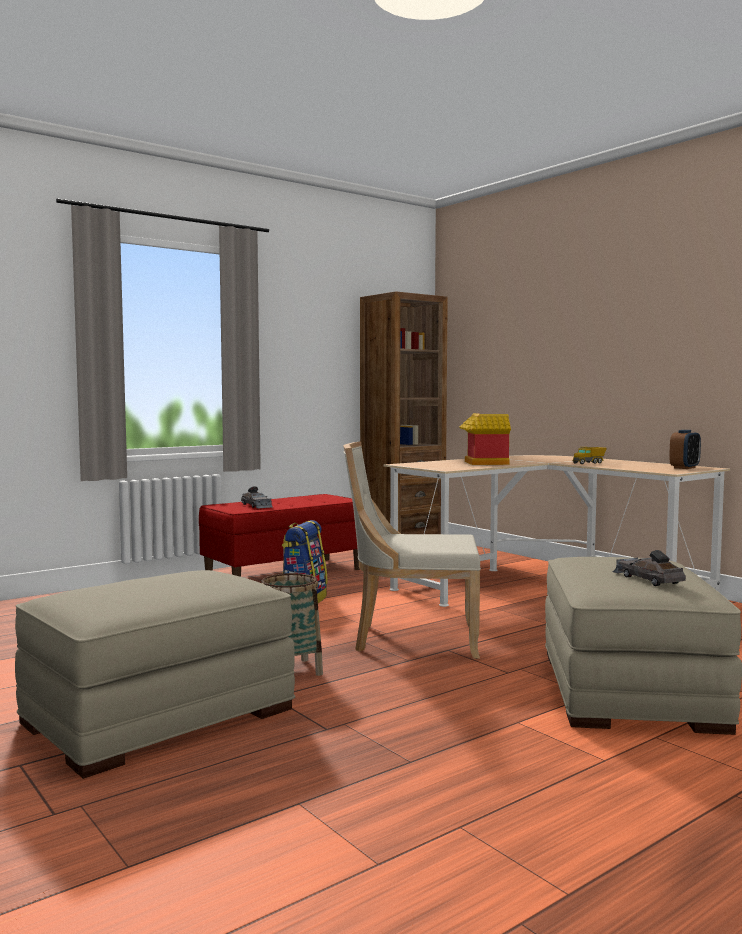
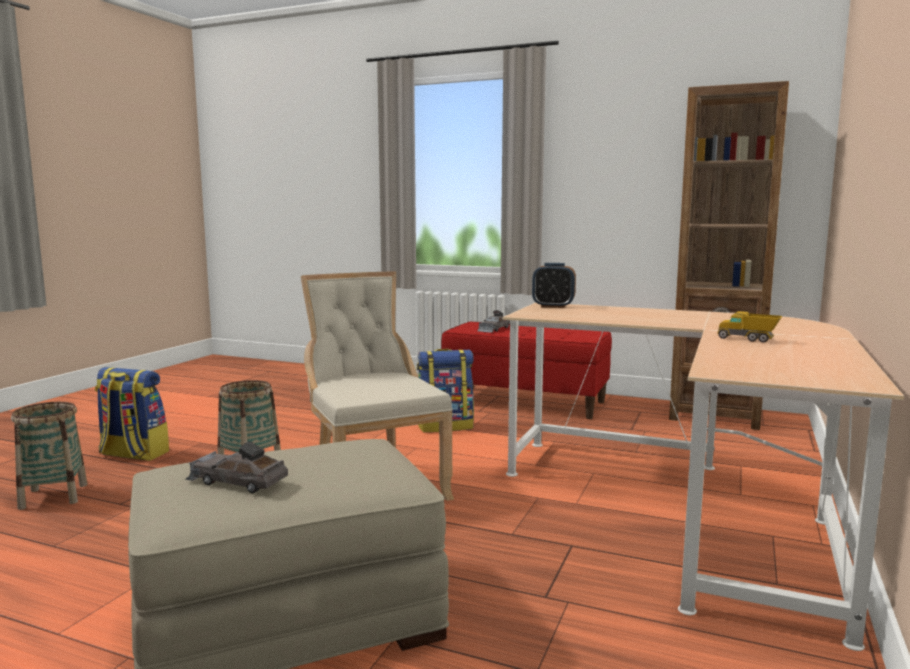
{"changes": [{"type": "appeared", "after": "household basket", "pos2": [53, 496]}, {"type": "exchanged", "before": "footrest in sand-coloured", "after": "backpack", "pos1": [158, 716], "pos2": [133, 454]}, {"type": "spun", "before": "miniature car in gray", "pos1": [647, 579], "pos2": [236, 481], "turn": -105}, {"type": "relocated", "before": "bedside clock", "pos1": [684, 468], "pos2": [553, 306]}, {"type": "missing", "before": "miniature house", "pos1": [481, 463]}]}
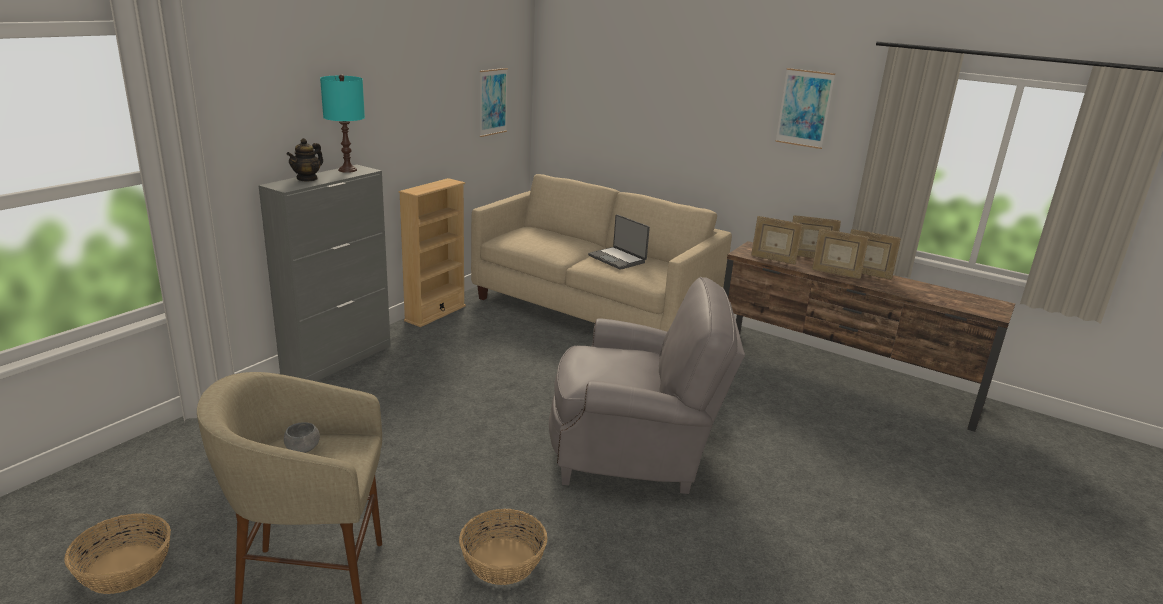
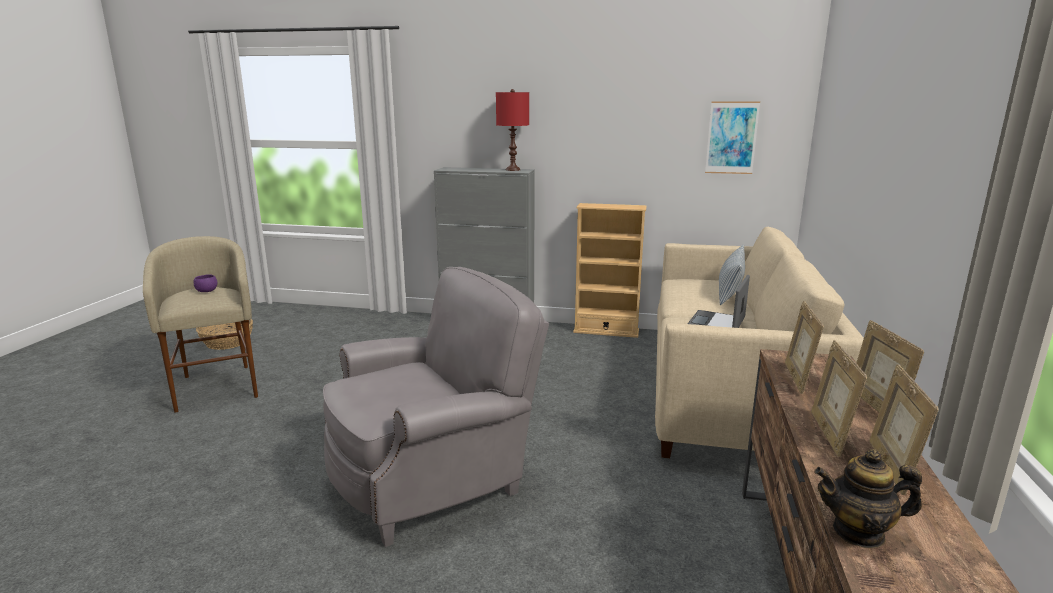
{"changes": [{"type": "colour", "before": "deep dish in gray", "after": "deep dish in purple", "pos1": [302, 449], "pos2": [207, 291]}, {"type": "spun", "before": "easy chair in gray", "pos1": [635, 452], "pos2": [433, 476], "turn": -105}, {"type": "colour", "before": "tabletop lamp in turquoise-coloured", "after": "tabletop lamp in red", "pos1": [348, 170], "pos2": [513, 170]}, {"type": "appeared", "after": "pillow", "pos2": [729, 292]}, {"type": "relocated", "before": "tea pot", "pos1": [307, 179], "pos2": [859, 532]}, {"type": "missing", "before": "household basket", "pos1": [502, 561]}, {"type": "missing", "before": "wall art", "pos1": [804, 108]}]}
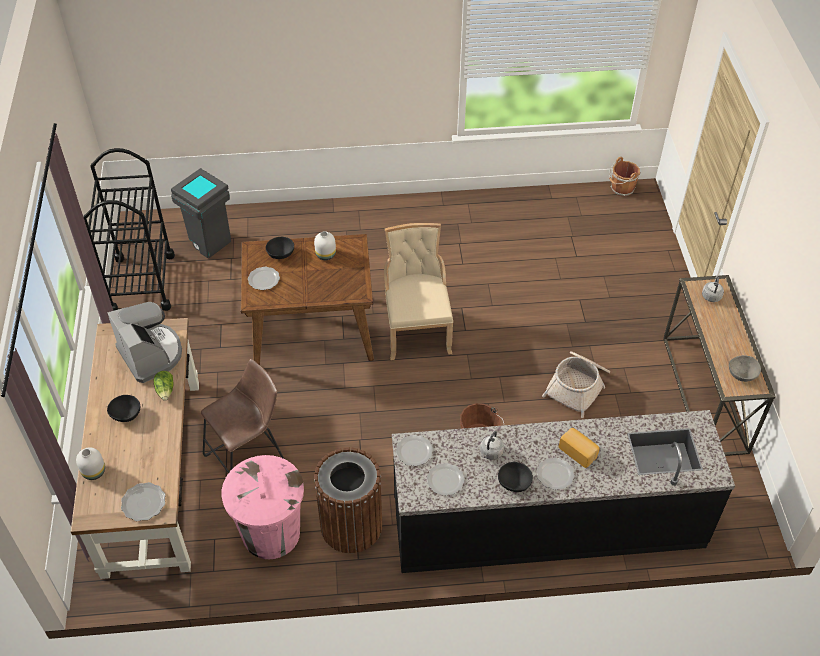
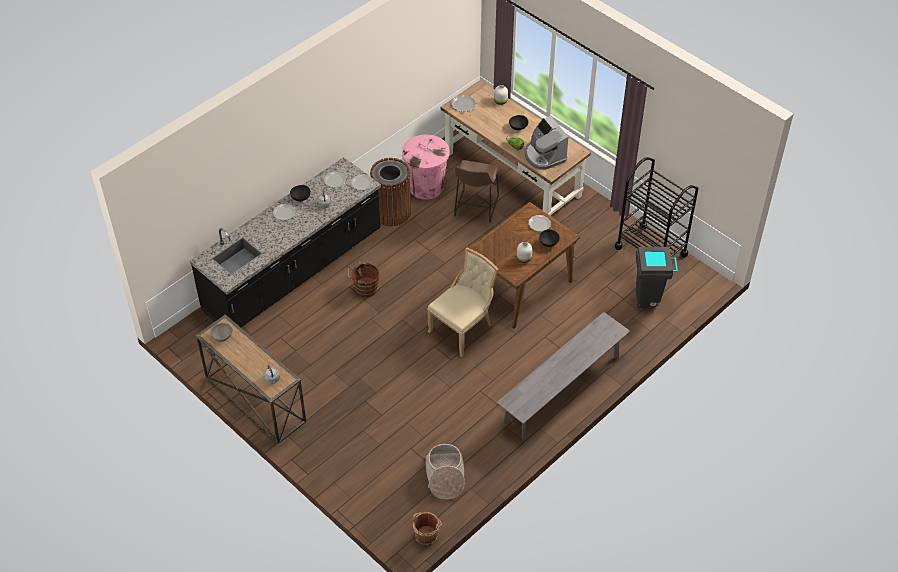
{"changes": [{"type": "relocated", "before": "household basket", "pos1": [578, 386], "pos2": [445, 476]}, {"type": "spun", "before": "upright chair in sand-coloured", "pos1": [416, 329], "pos2": [463, 328], "turn": -90}, {"type": "appeared", "after": "bench in gray", "pos2": [562, 389]}, {"type": "spun", "before": "coffee brewer", "pos1": [151, 354], "pos2": [544, 156], "turn": 45}, {"type": "missing", "before": "bakery bread", "pos1": [578, 451]}]}
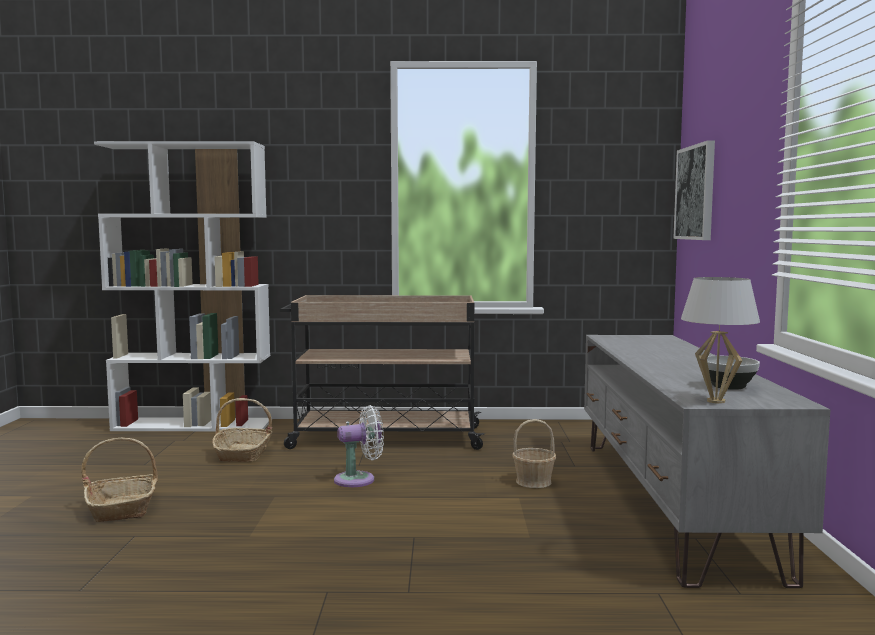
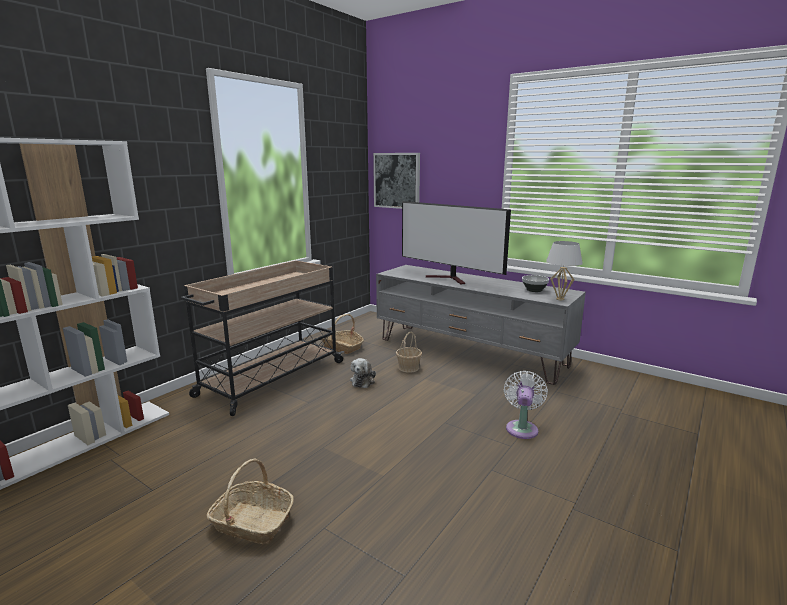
{"changes": [{"type": "relocated", "before": "household basket", "pos1": [243, 453], "pos2": [342, 347]}, {"type": "appeared", "after": "plush toy", "pos2": [363, 381]}, {"type": "appeared", "after": "television", "pos2": [450, 279]}, {"type": "relocated", "before": "cooling fan in whitish", "pos1": [359, 479], "pos2": [522, 428]}]}
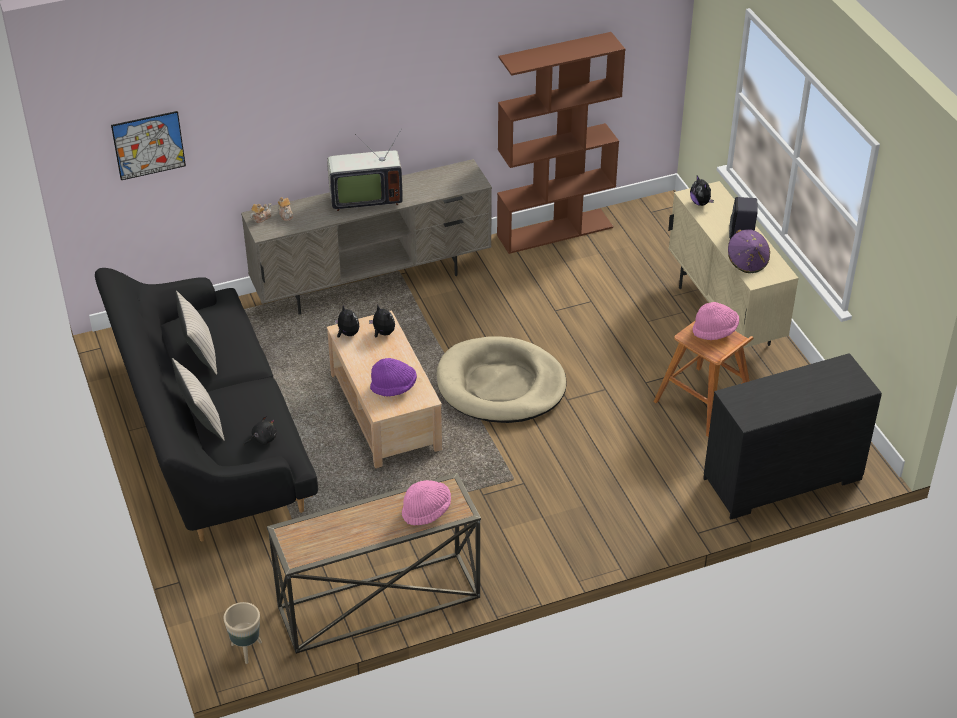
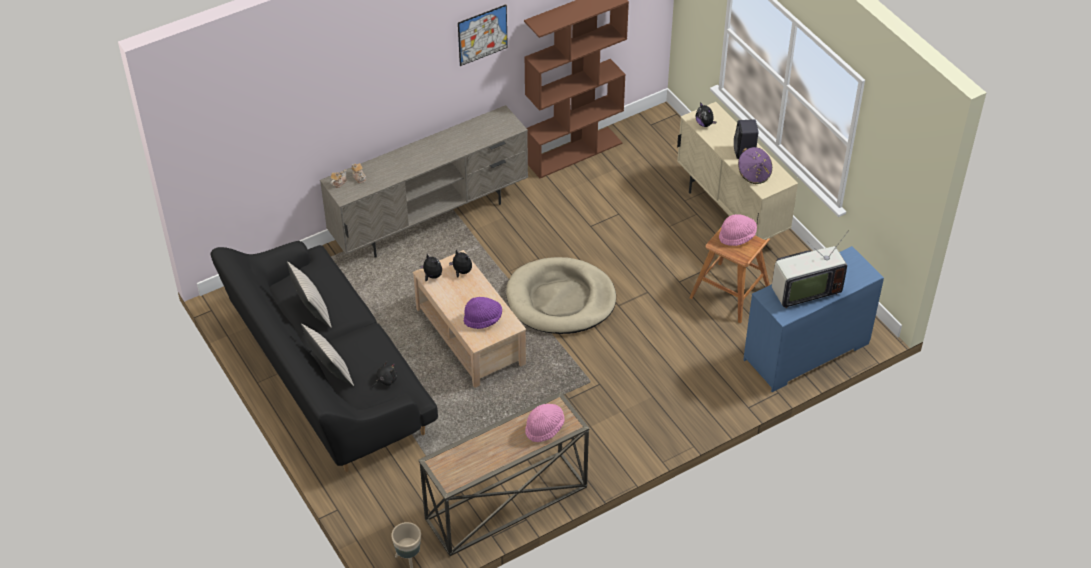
{"changes": [{"type": "relocated", "before": "wall art", "pos1": [148, 145], "pos2": [482, 35]}, {"type": "colour", "before": "chest of drawers in black", "after": "chest of drawers in blue", "pos1": [782, 480], "pos2": [806, 352]}, {"type": "relocated", "before": "television", "pos1": [364, 198], "pos2": [803, 290]}]}
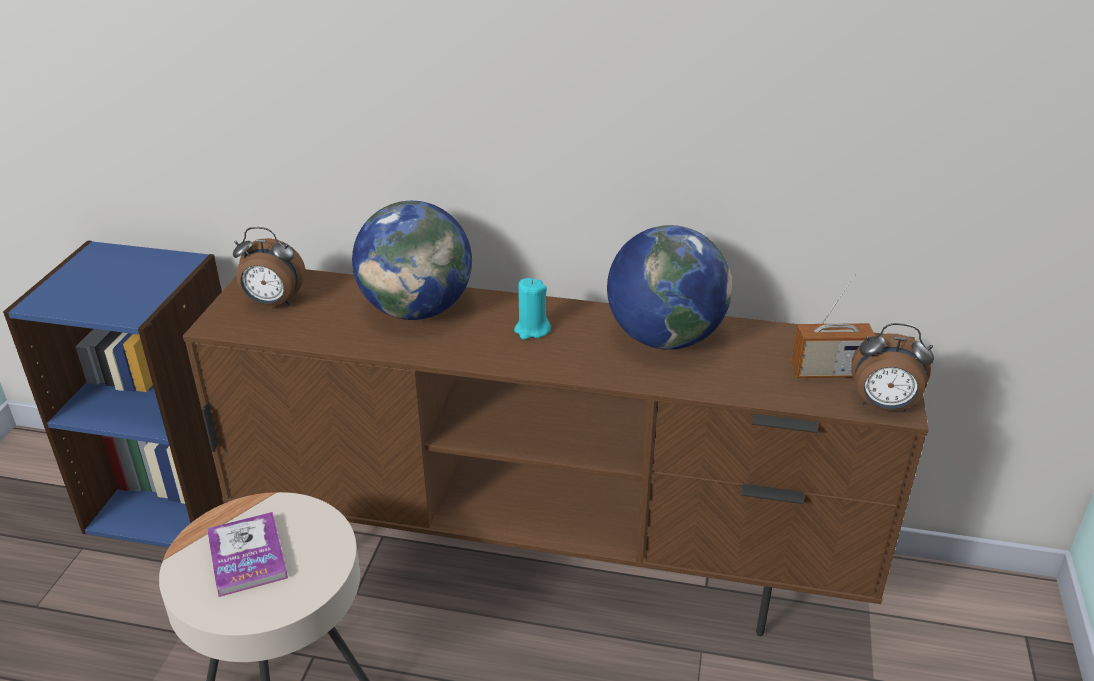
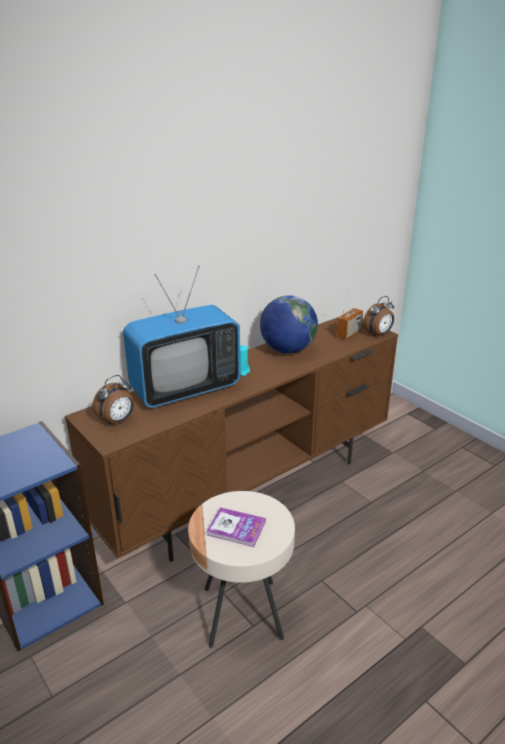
{"changes": [{"type": "exchanged", "before": "desk globe", "after": "television", "pos1": [417, 310], "pos2": [185, 389]}]}
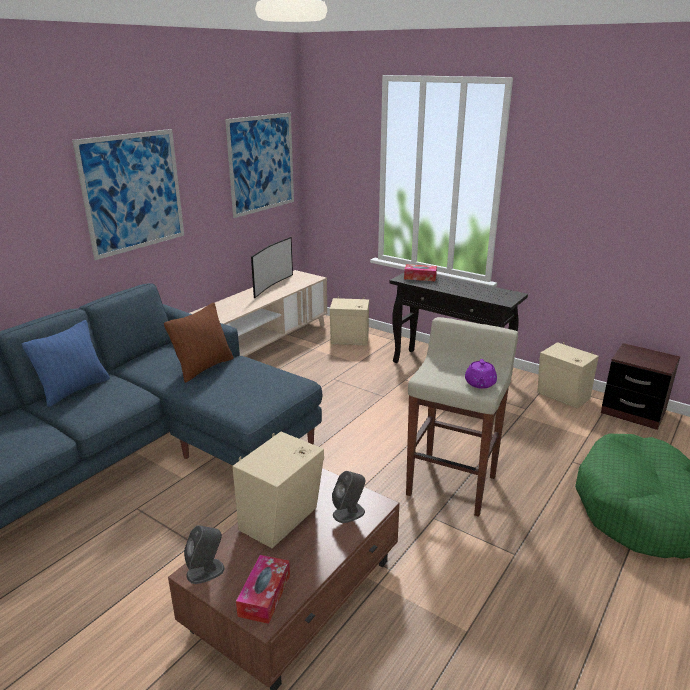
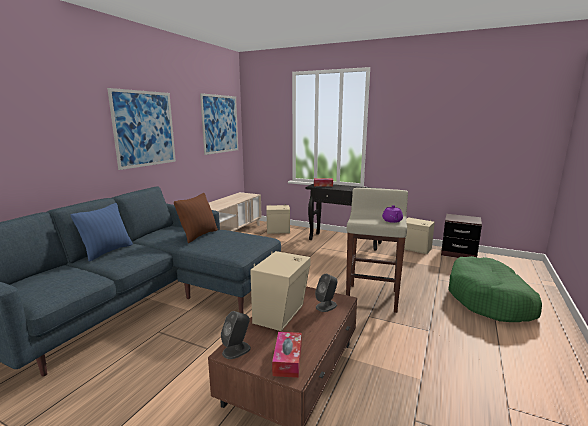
{"changes": [{"type": "missing", "before": "television", "pos1": [271, 285]}]}
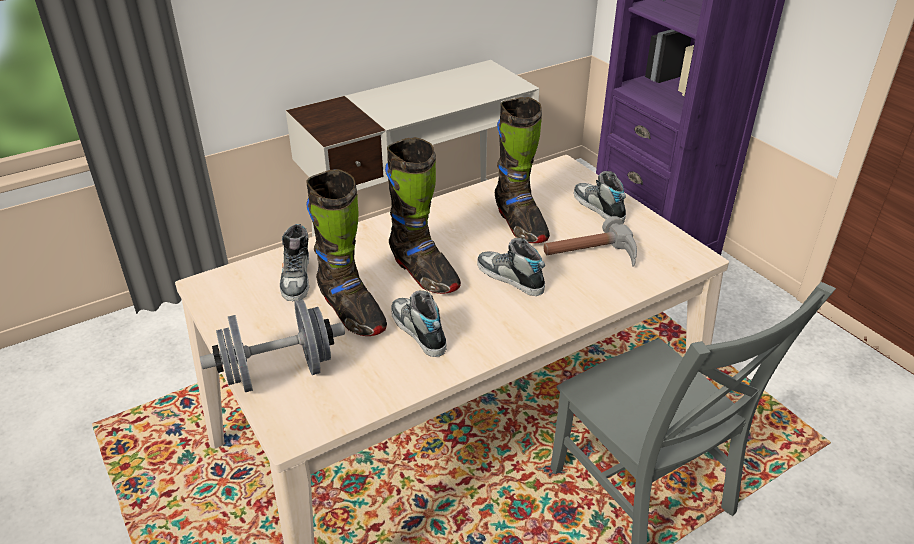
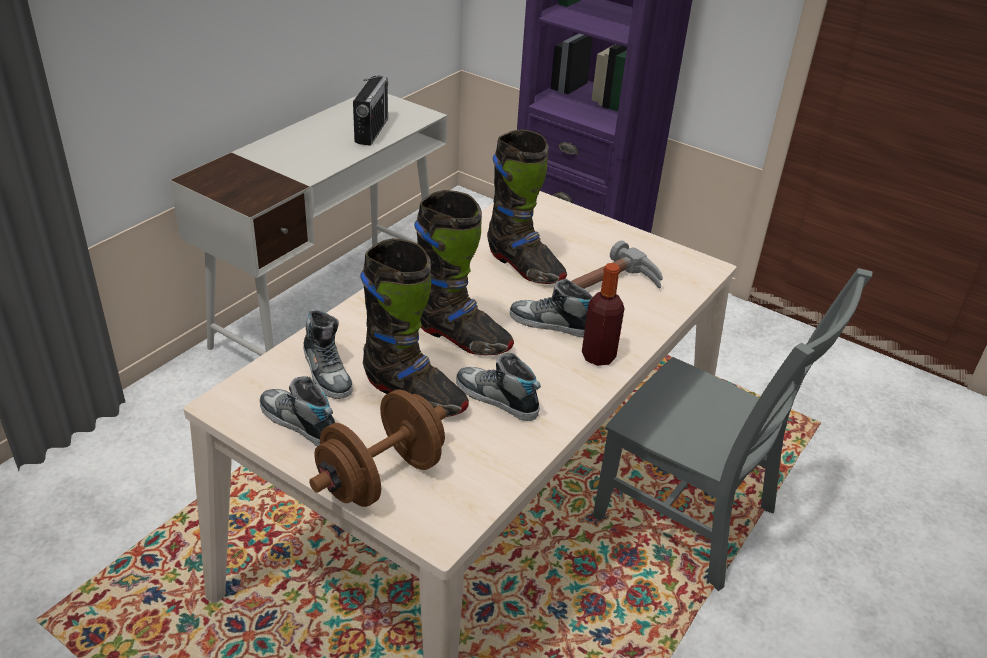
{"changes": [{"type": "relocated", "before": "low shoe", "pos1": [598, 208], "pos2": [299, 423]}, {"type": "colour", "before": "free weight in gray", "after": "free weight in brown-coloured", "pos1": [279, 372], "pos2": [381, 477]}, {"type": "appeared", "after": "radio receiver", "pos2": [371, 131]}, {"type": "appeared", "after": "bottle", "pos2": [598, 356]}]}
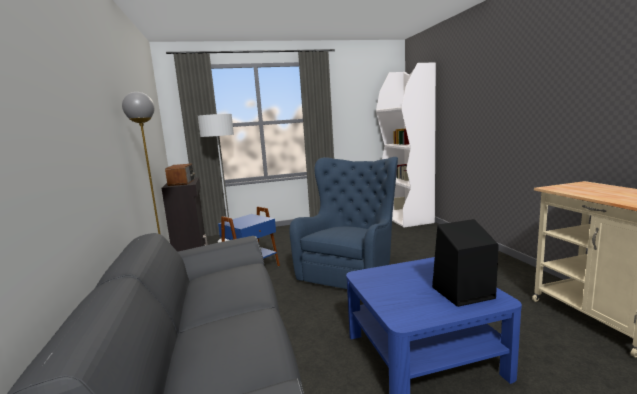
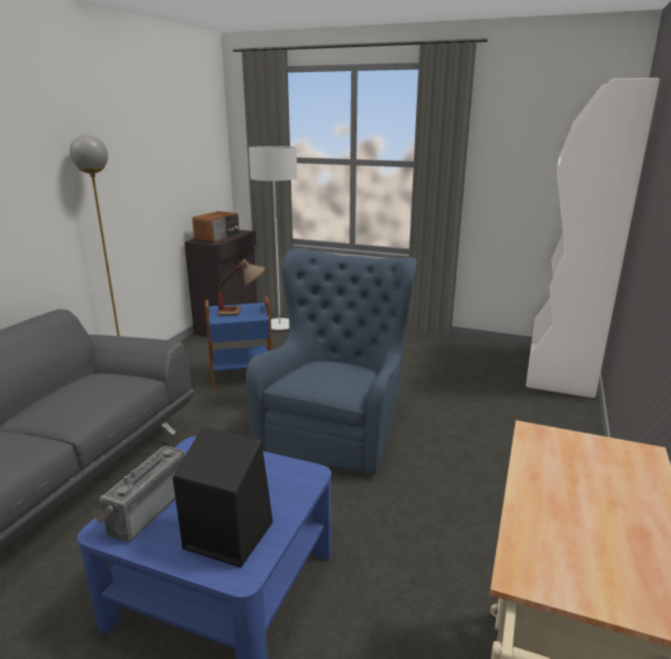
{"changes": [{"type": "appeared", "after": "radio receiver", "pos2": [146, 508]}, {"type": "appeared", "after": "tabletop lamp", "pos2": [242, 312]}, {"type": "spun", "before": "easy chair in blue", "pos1": [351, 270], "pos2": [337, 427], "turn": -45}]}
